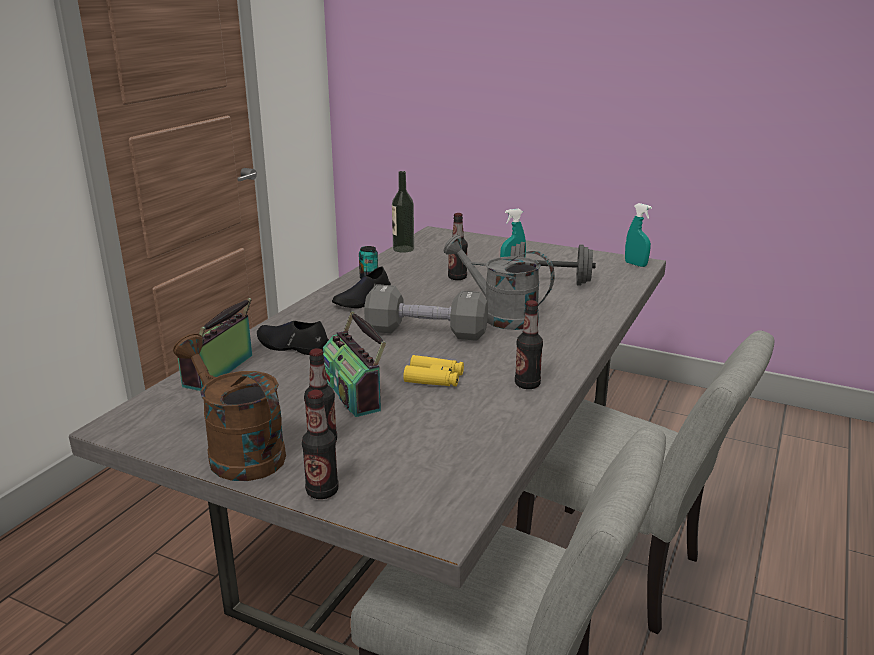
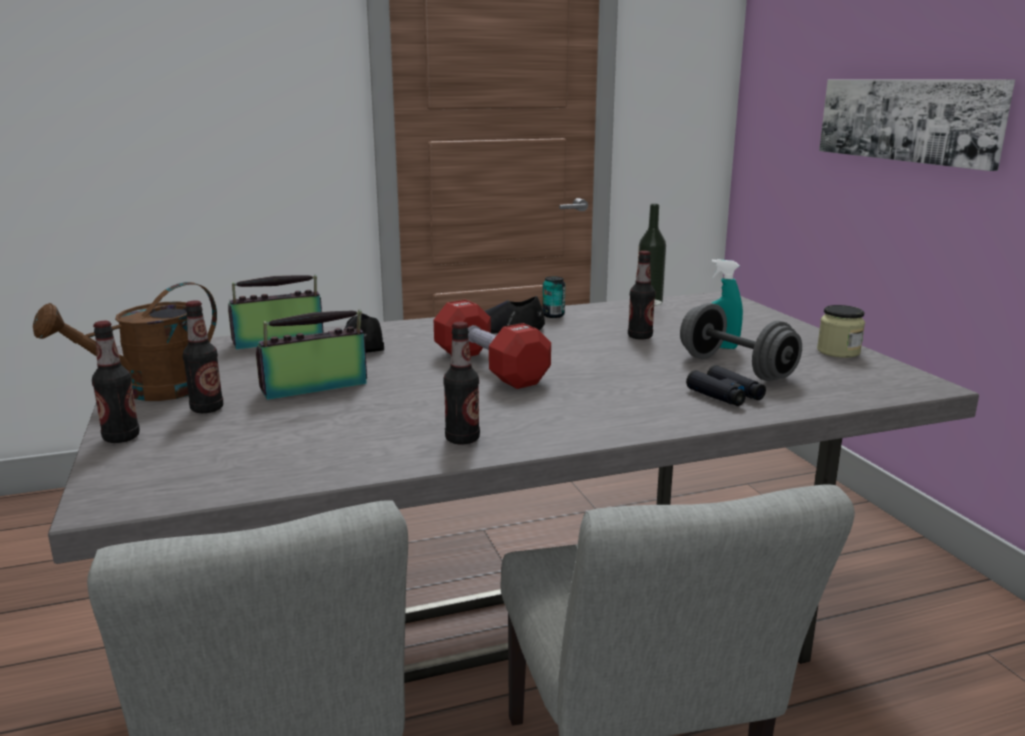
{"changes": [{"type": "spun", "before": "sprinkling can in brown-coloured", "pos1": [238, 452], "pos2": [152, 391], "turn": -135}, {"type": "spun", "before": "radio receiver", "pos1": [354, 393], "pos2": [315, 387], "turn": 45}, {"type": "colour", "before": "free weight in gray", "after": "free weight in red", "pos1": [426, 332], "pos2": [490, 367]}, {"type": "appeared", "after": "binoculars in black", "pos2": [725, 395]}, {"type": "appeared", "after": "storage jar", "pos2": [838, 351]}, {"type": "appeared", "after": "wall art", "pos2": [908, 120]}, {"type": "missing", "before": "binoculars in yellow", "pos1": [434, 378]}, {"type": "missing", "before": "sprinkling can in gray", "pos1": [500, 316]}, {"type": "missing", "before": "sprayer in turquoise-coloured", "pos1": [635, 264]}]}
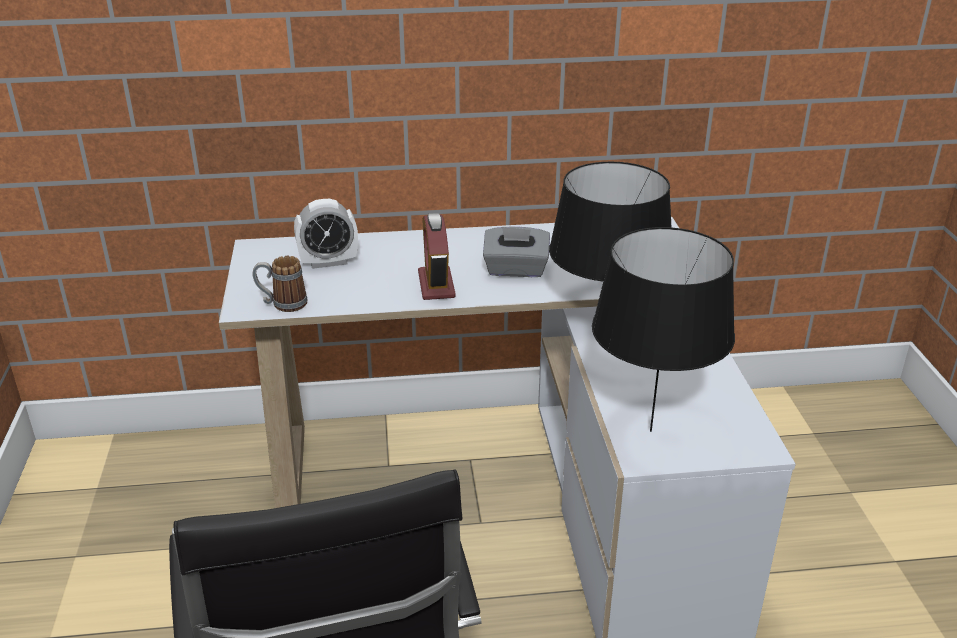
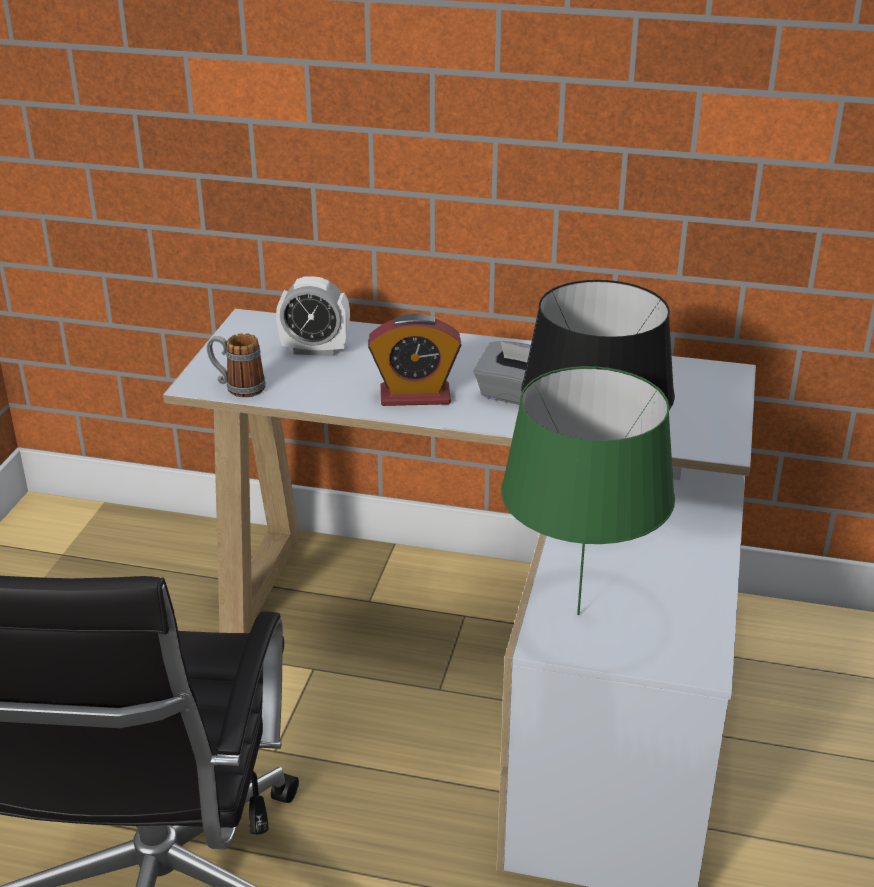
{"changes": [{"type": "spun", "before": "bedside clock", "pos1": [436, 284], "pos2": [415, 396], "turn": -105}, {"type": "colour", "before": "tabletop lamp in black", "after": "tabletop lamp in green-coloured", "pos1": [650, 431], "pos2": [577, 614]}]}
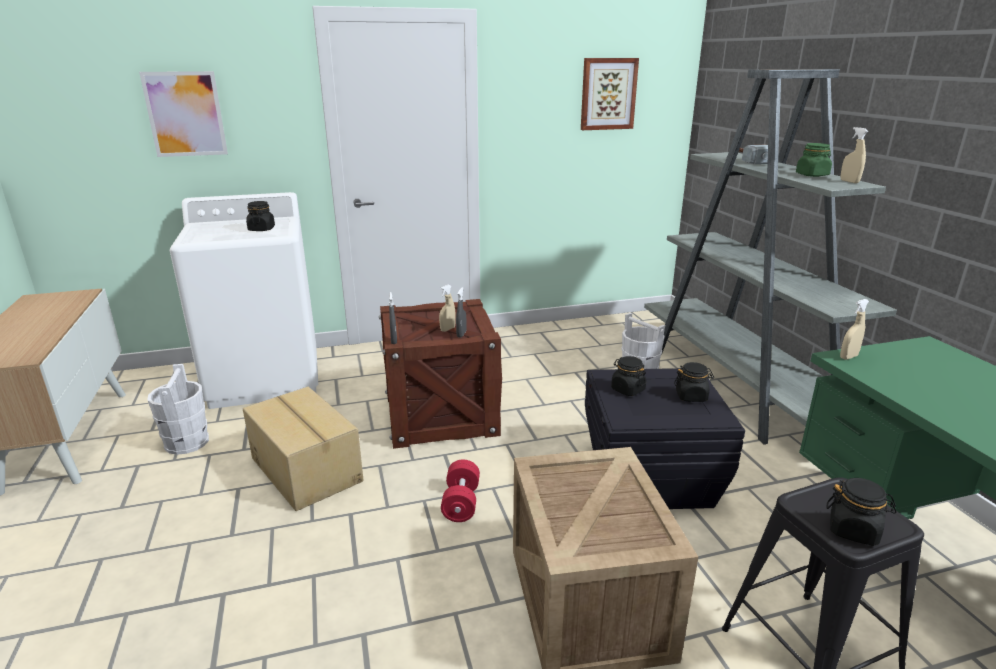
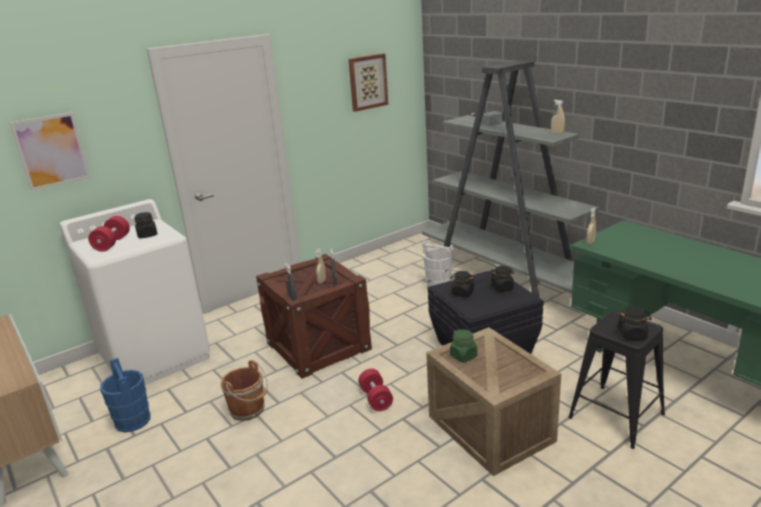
{"changes": [{"type": "appeared", "after": "free weight in red", "pos2": [112, 243]}, {"type": "colour", "before": "water bucket in whitish", "after": "water bucket in blue", "pos1": [186, 443], "pos2": [133, 421]}, {"type": "exchanged", "before": "cardboard box", "after": "water bucket in brown-coloured", "pos1": [307, 469], "pos2": [249, 410]}, {"type": "relocated", "before": "storage jar in green-coloured", "pos1": [812, 175], "pos2": [463, 356]}]}
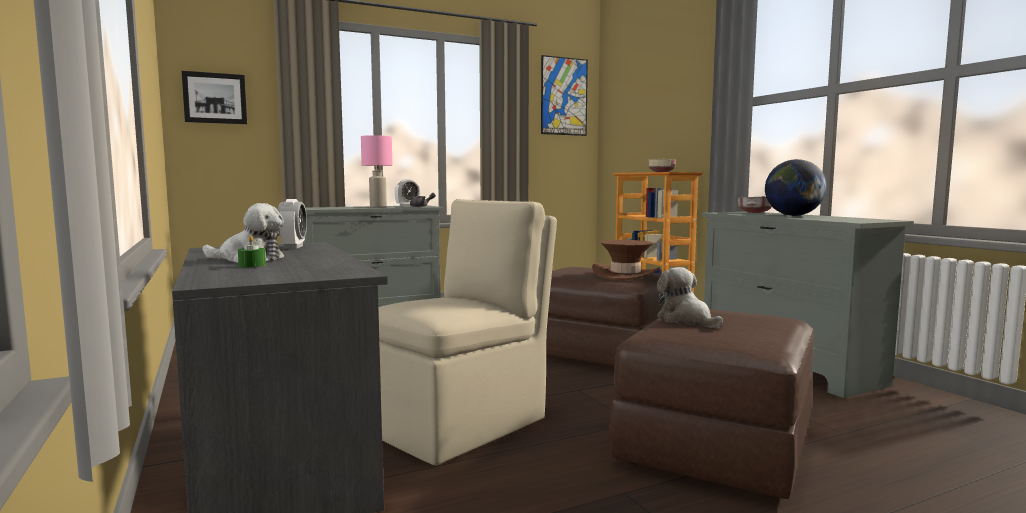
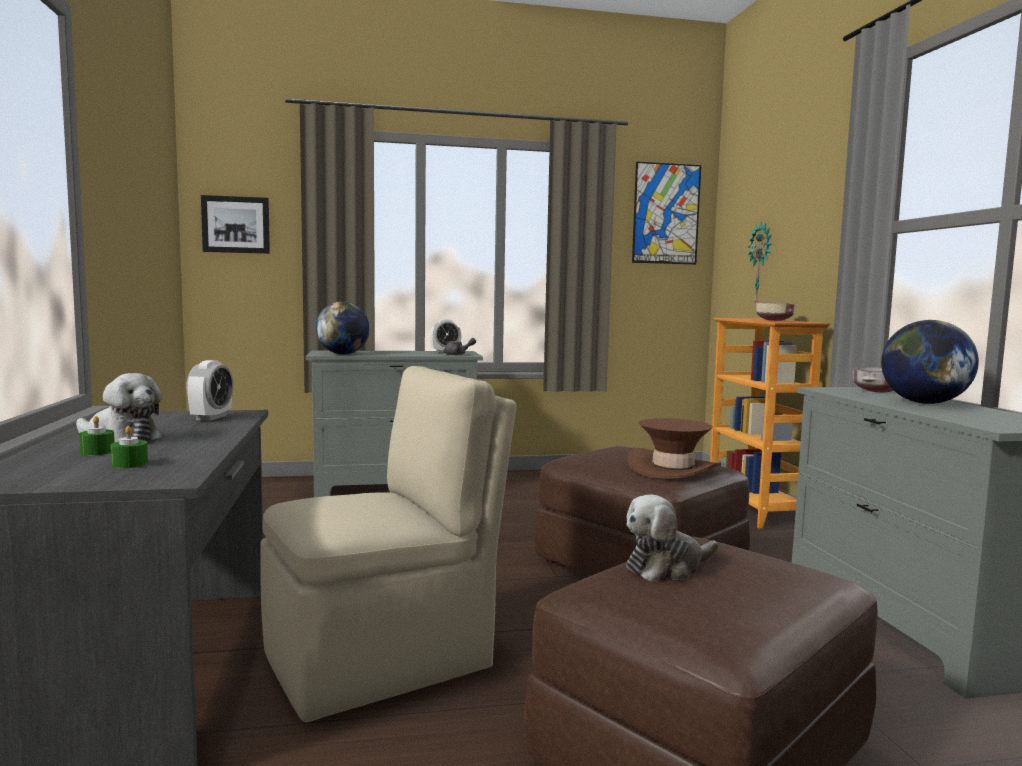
{"changes": [{"type": "appeared", "after": "candle in green-coloured", "pos2": [129, 464]}, {"type": "appeared", "after": "desk globe", "pos2": [343, 354]}, {"type": "spun", "before": "plush toy", "pos1": [686, 320], "pos2": [667, 567], "turn": -105}, {"type": "appeared", "after": "hanging clock", "pos2": [761, 264]}, {"type": "missing", "before": "tabletop lamp in pinkish", "pos1": [377, 207]}]}
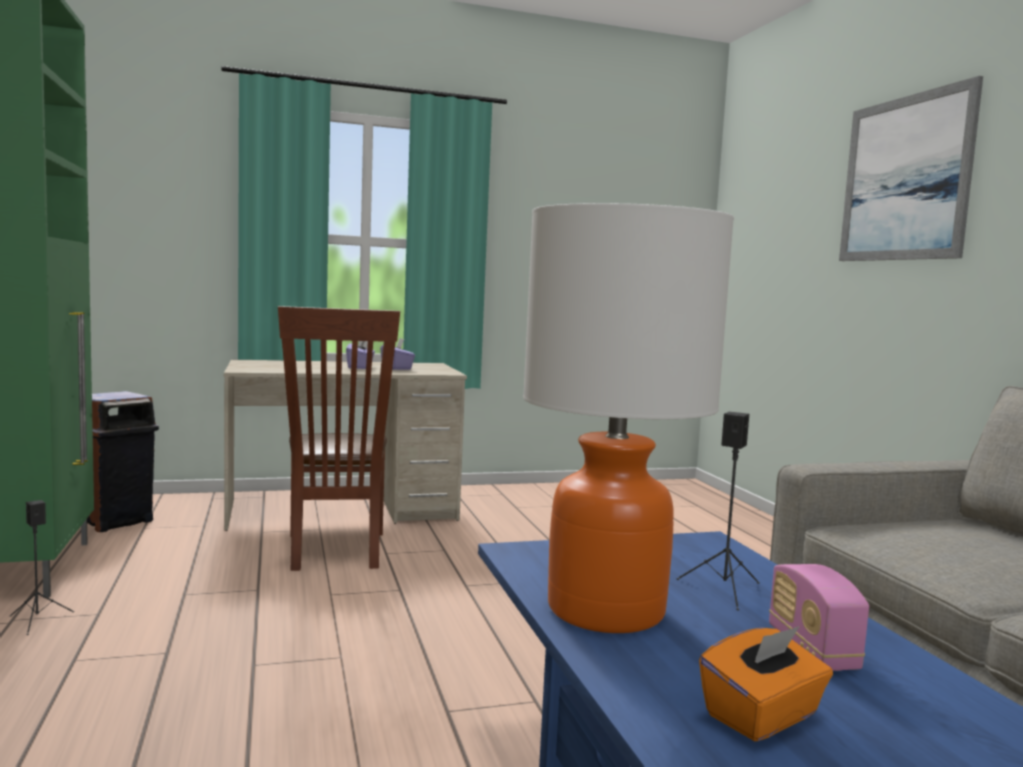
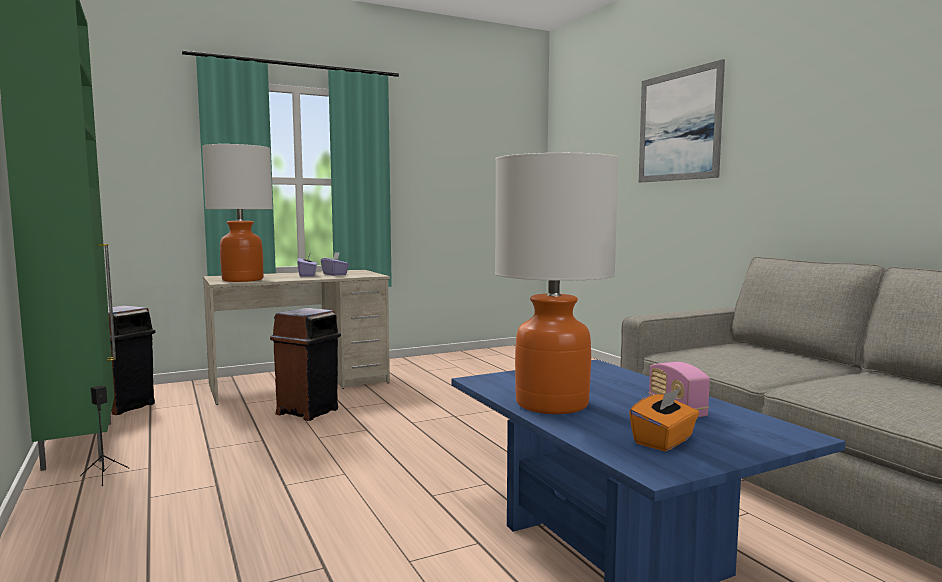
{"changes": [{"type": "appeared", "after": "tabletop lamp", "pos2": [243, 280]}, {"type": "exchanged", "before": "upright chair in brown-coloured", "after": "trash can in brown-coloured", "pos1": [335, 553], "pos2": [308, 411]}, {"type": "missing", "before": "speaker in black", "pos1": [724, 590]}]}
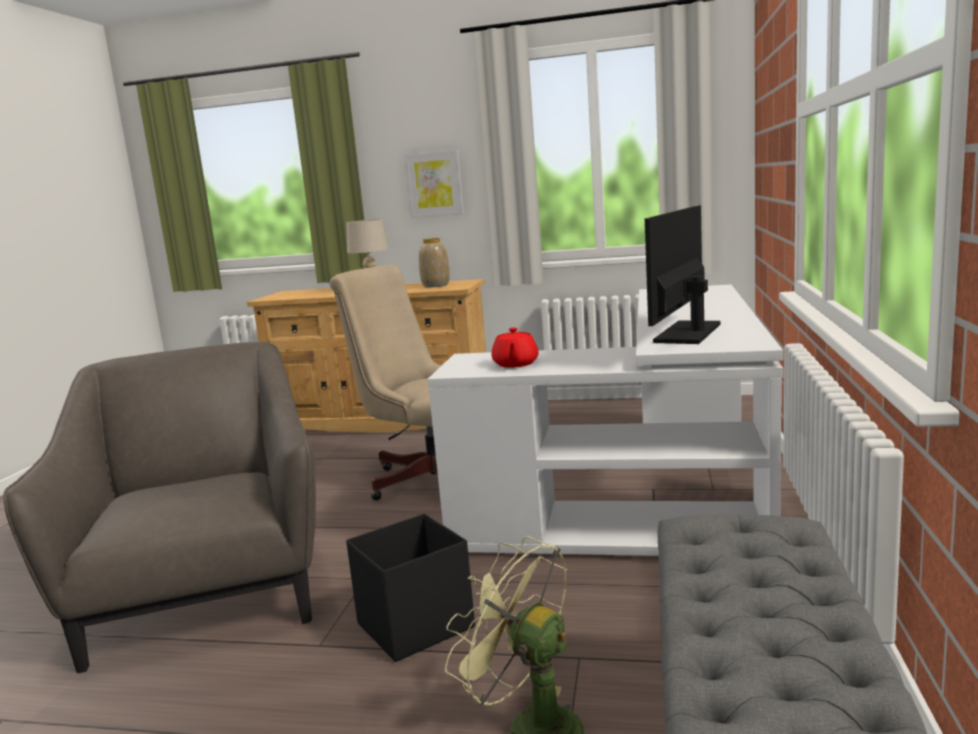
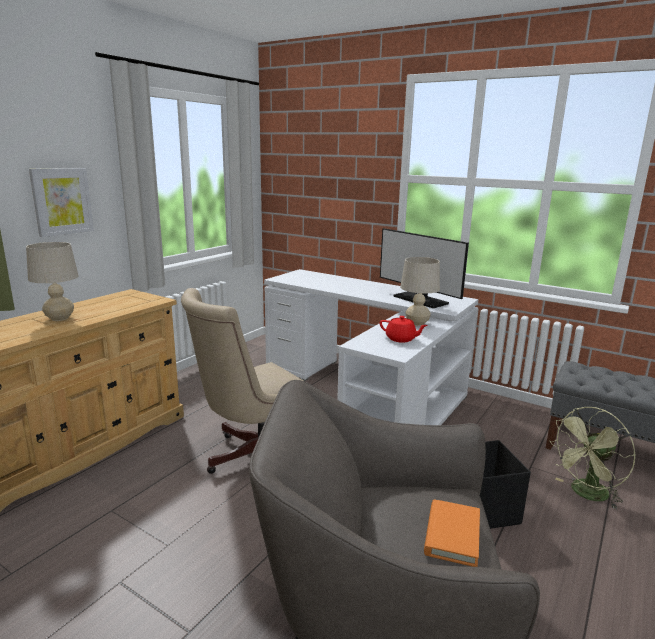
{"changes": [{"type": "appeared", "after": "tabletop lamp in sand-coloured", "pos2": [417, 323]}, {"type": "appeared", "after": "book in orange-coloured", "pos2": [452, 535]}, {"type": "missing", "before": "flower vase", "pos1": [436, 285]}]}
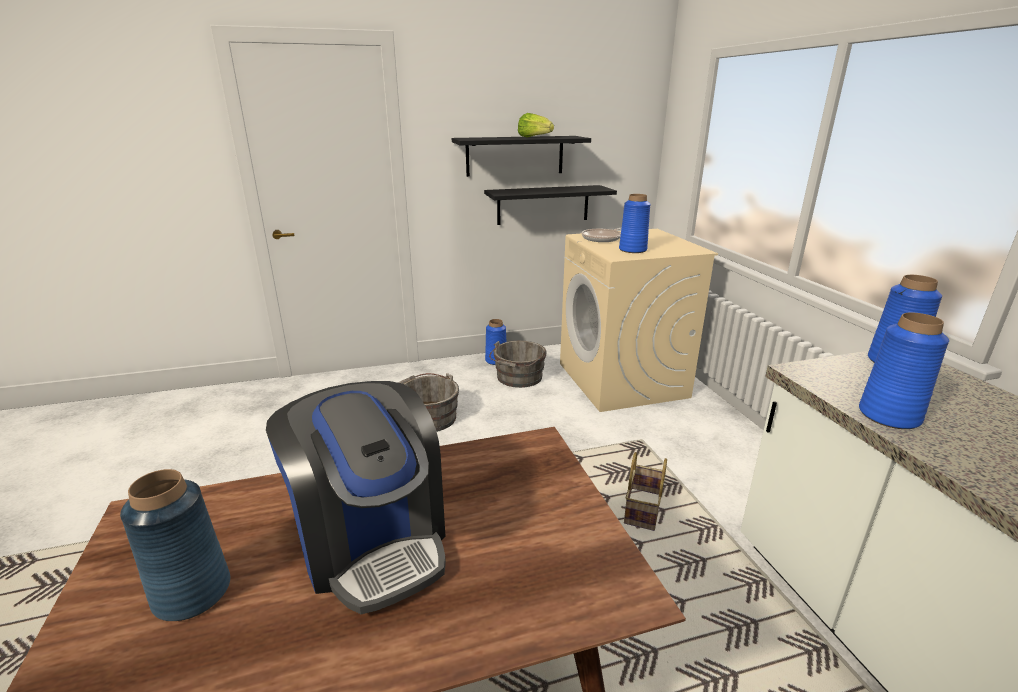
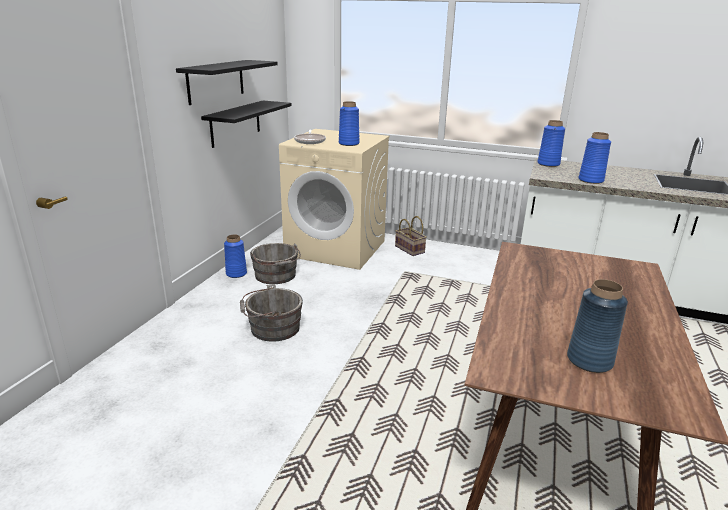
{"changes": [{"type": "relocated", "before": "household basket", "pos1": [643, 511], "pos2": [410, 249]}, {"type": "missing", "before": "coffee brewer", "pos1": [372, 540]}, {"type": "missing", "before": "lettuce head", "pos1": [534, 137]}]}
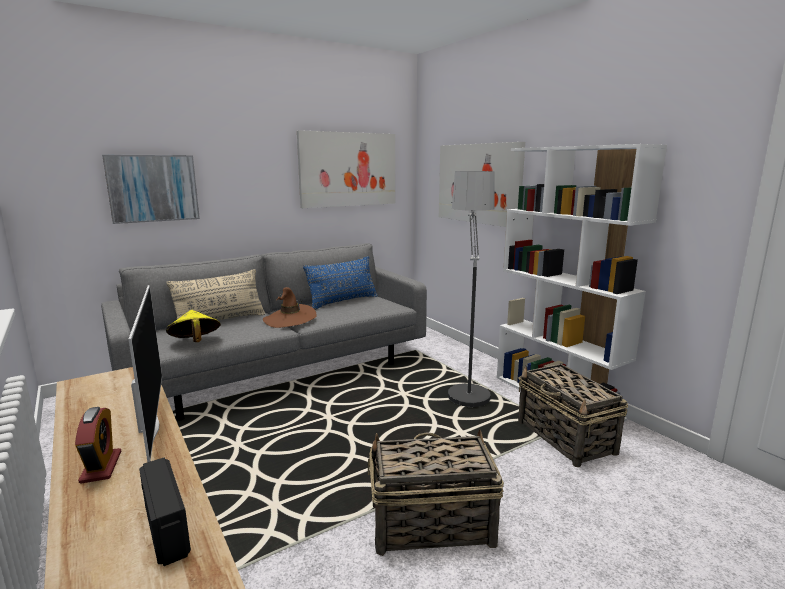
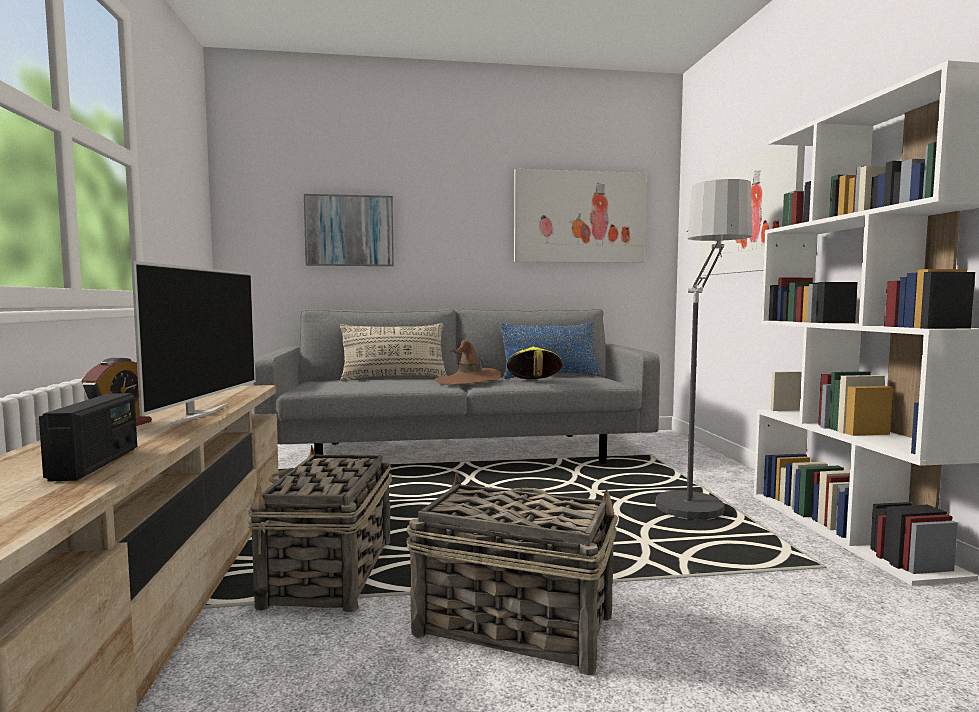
{"changes": [{"type": "relocated", "before": "household basket", "pos1": [566, 438], "pos2": [329, 573]}, {"type": "relocated", "before": "clothing hat in yellow", "pos1": [195, 342], "pos2": [534, 382]}]}
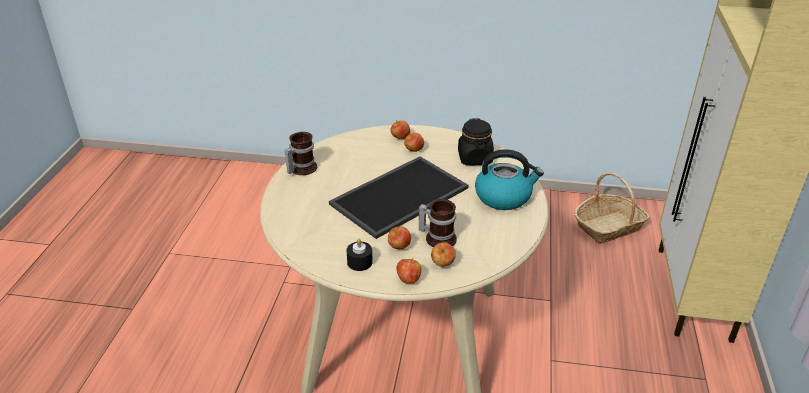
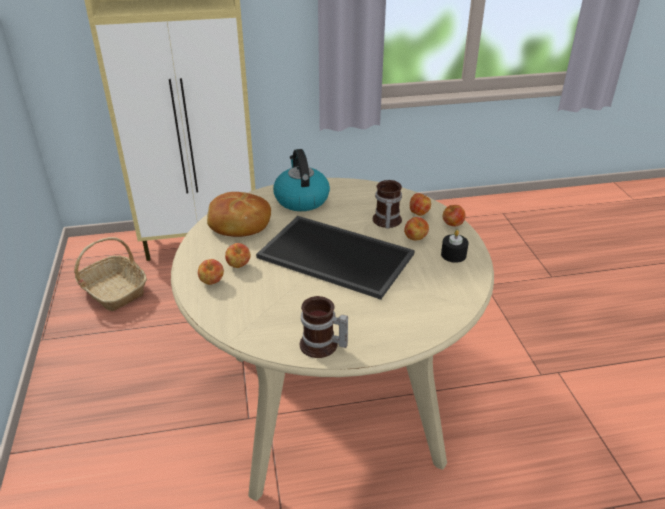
{"changes": [{"type": "exchanged", "before": "storage jar in black", "after": "bakery bread", "pos1": [475, 158], "pos2": [239, 224]}]}
